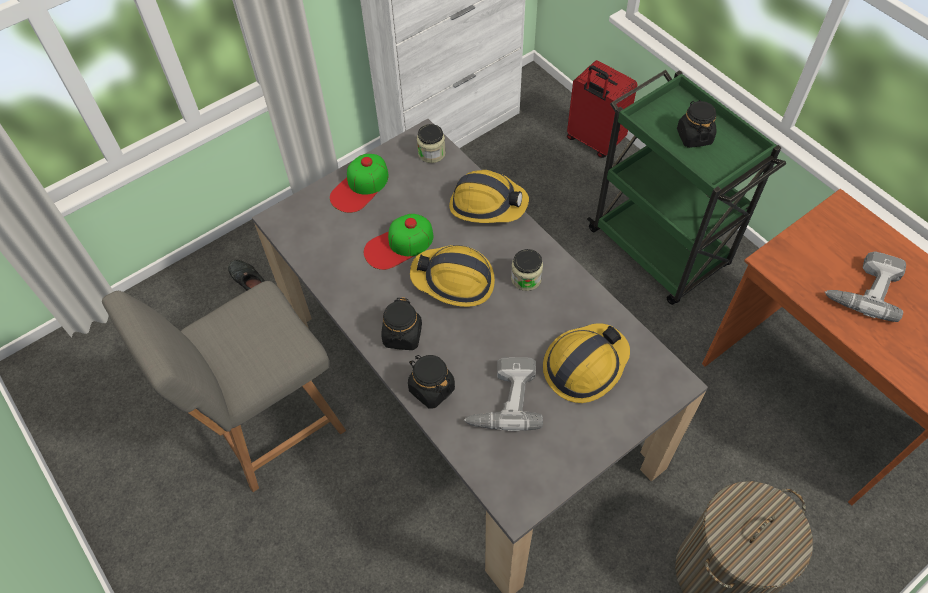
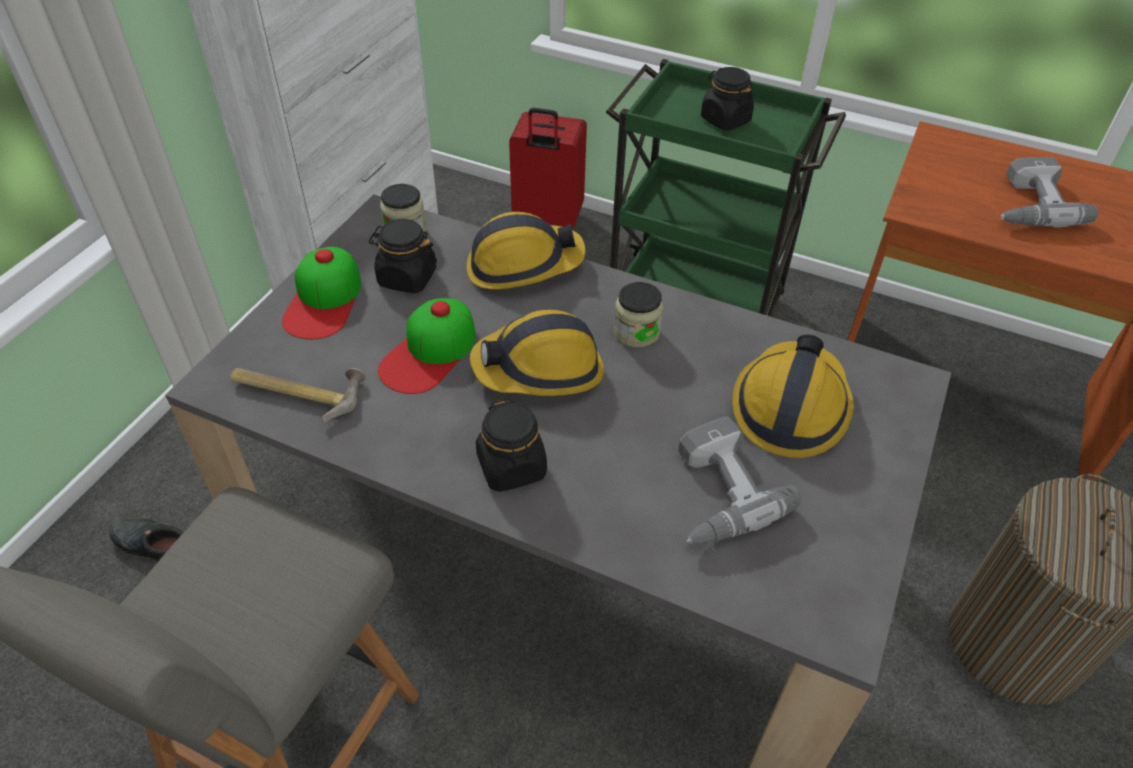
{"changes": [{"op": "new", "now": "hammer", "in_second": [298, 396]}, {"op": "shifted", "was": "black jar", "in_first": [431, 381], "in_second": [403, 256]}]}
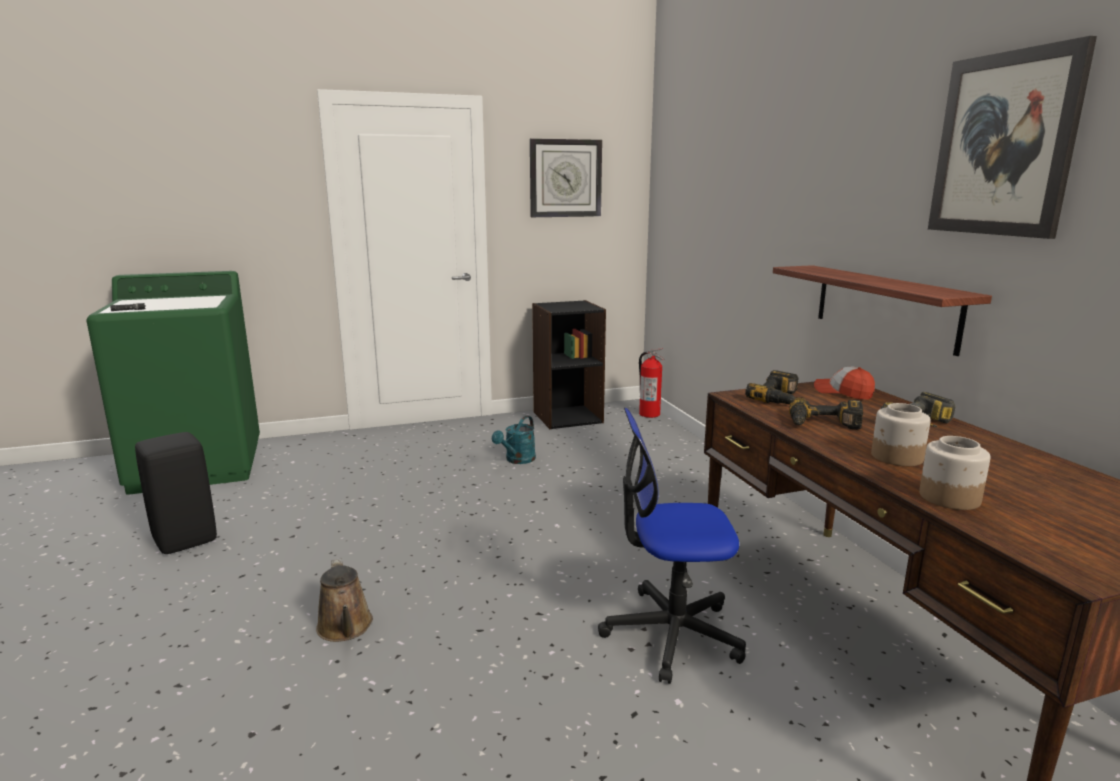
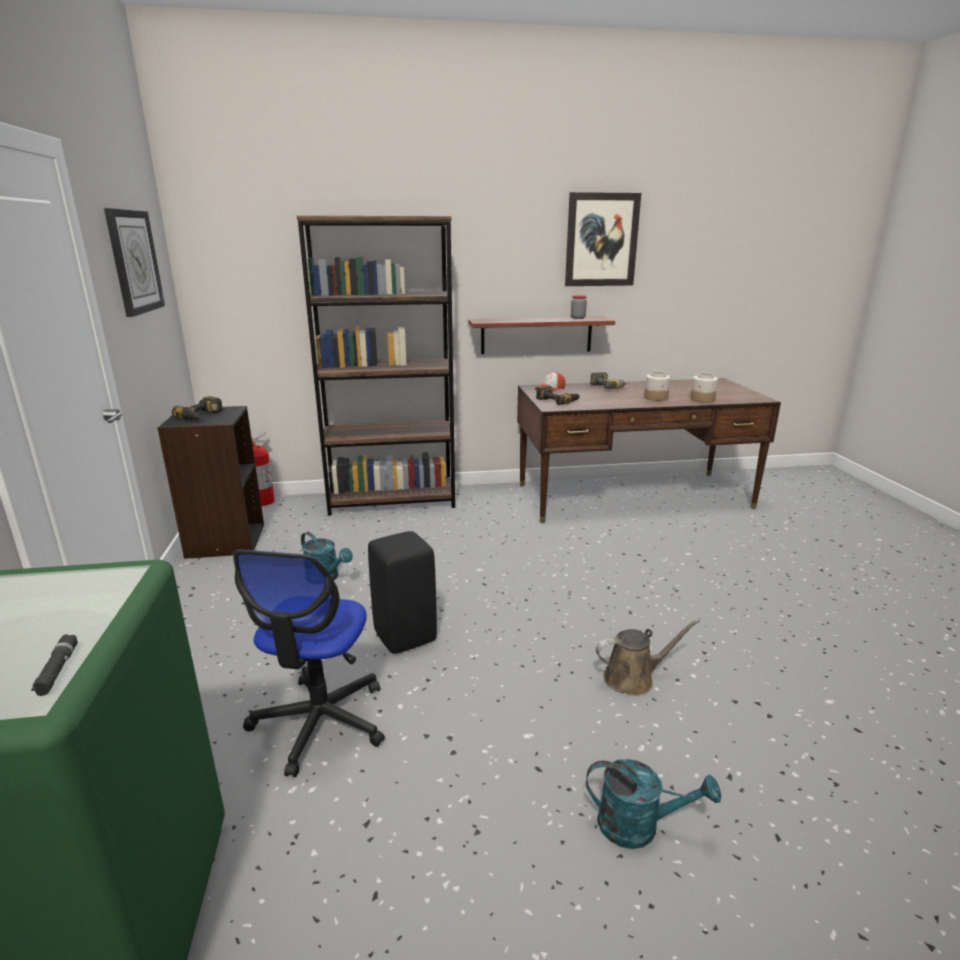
{"changes": [{"op": "new", "now": "brown bookshelf", "in_second": [376, 366]}, {"op": "new", "now": "jar", "in_second": [579, 307]}, {"op": "new", "now": "turquoise-coloured sprinkling can", "in_second": [653, 804]}, {"op": "shifted", "was": "black stool", "in_first": [176, 493], "in_second": [402, 592]}, {"op": "shifted", "was": "computer chair", "in_first": [672, 546], "in_second": [309, 663]}, {"op": "shifted", "was": "drill", "in_first": [826, 413], "in_second": [197, 408]}]}
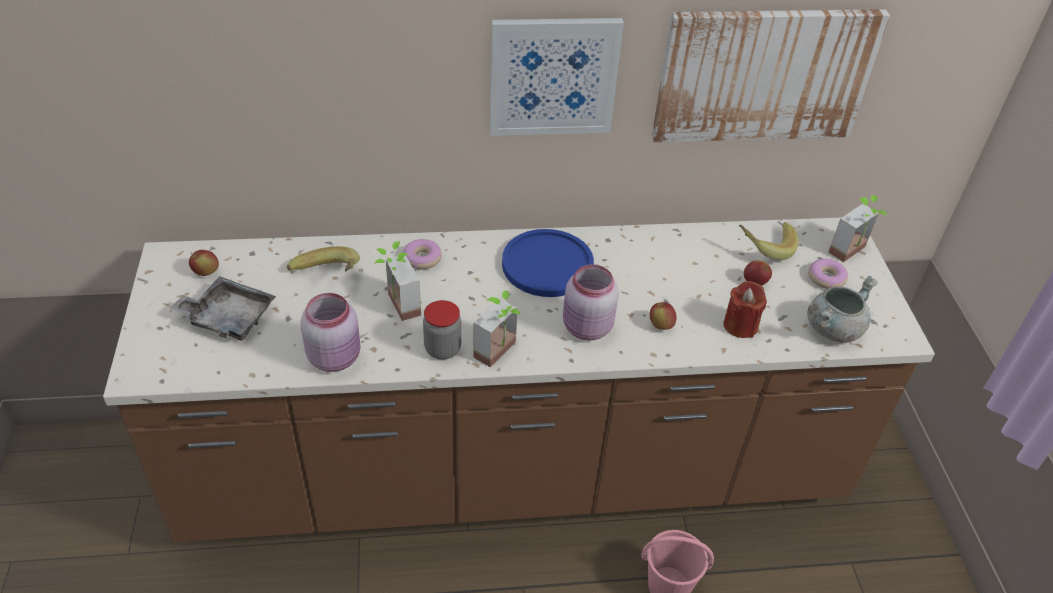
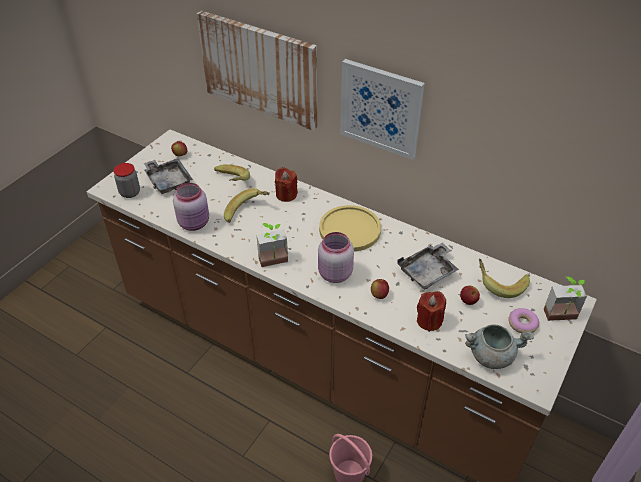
{"changes": [{"op": "new", "now": "gray serving tray", "in_second": [428, 265]}, {"op": "shifted", "was": "jar", "in_first": [442, 330], "in_second": [126, 180]}, {"op": "shifted", "was": "wall art", "in_first": [771, 75], "in_second": [257, 71]}, {"op": "swapped", "was": "potted plant", "now": "banana", "in_first": [397, 281], "in_second": [247, 205]}, {"op": "swapped", "was": "donut", "now": "red-coloured wax light", "in_first": [422, 254], "in_second": [286, 184]}, {"op": "repainted", "was": "bluish dinner plate", "now": "yellow dinner plate", "in_first": [548, 263], "in_second": [350, 228]}]}
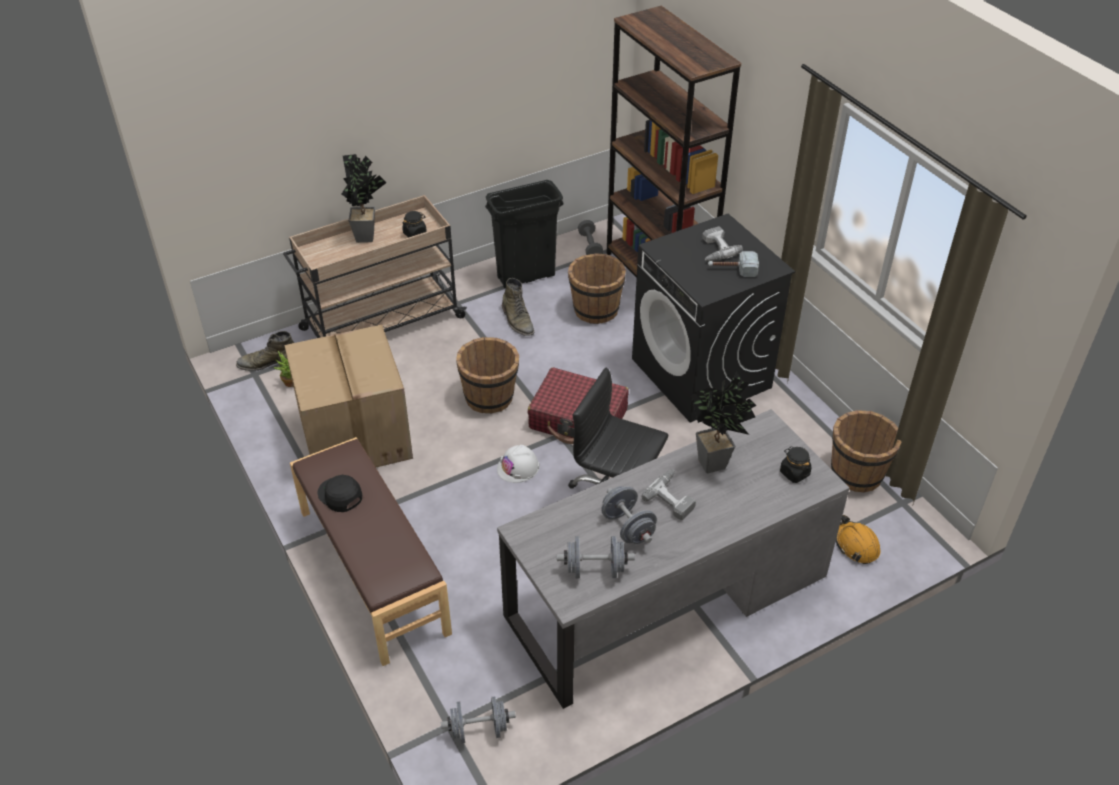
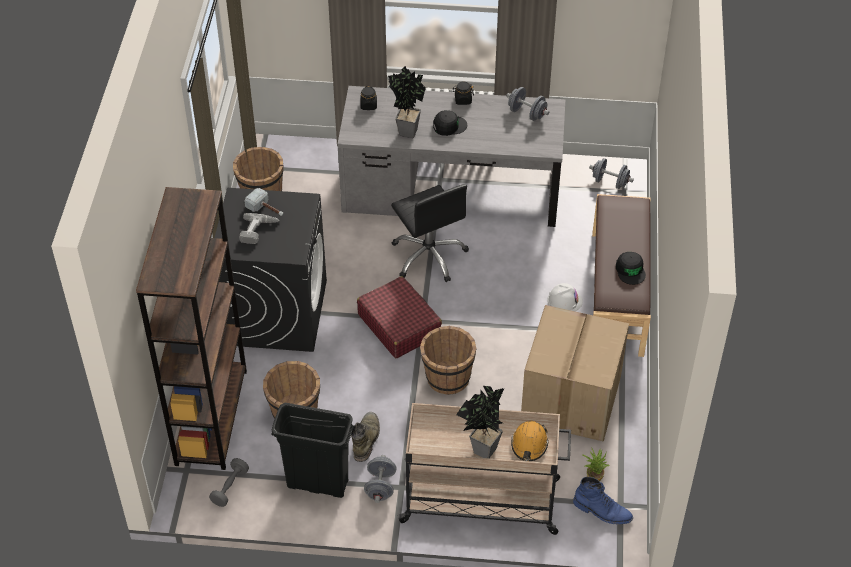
{"changes": [{"op": "shifted", "was": "black jar", "in_first": [414, 224], "in_second": [463, 93]}, {"op": "shifted", "was": "white work helmet", "in_first": [518, 464], "in_second": [565, 297]}, {"op": "shifted", "was": "gray dumbbell", "in_first": [629, 515], "in_second": [380, 479]}, {"op": "shifted", "was": "orangey work helmet", "in_first": [858, 539], "in_second": [530, 441]}, {"op": "swapped", "was": "drill", "now": "black peaked cap", "in_first": [668, 495], "in_second": [450, 123]}, {"op": "repainted", "was": "green-coloured high-top boot", "now": "bluish high-top boot", "in_first": [265, 351], "in_second": [603, 500]}]}
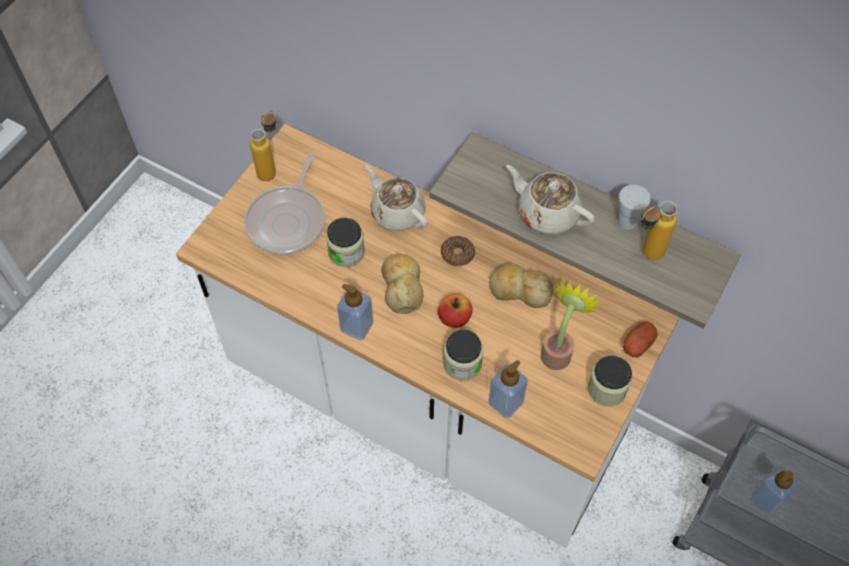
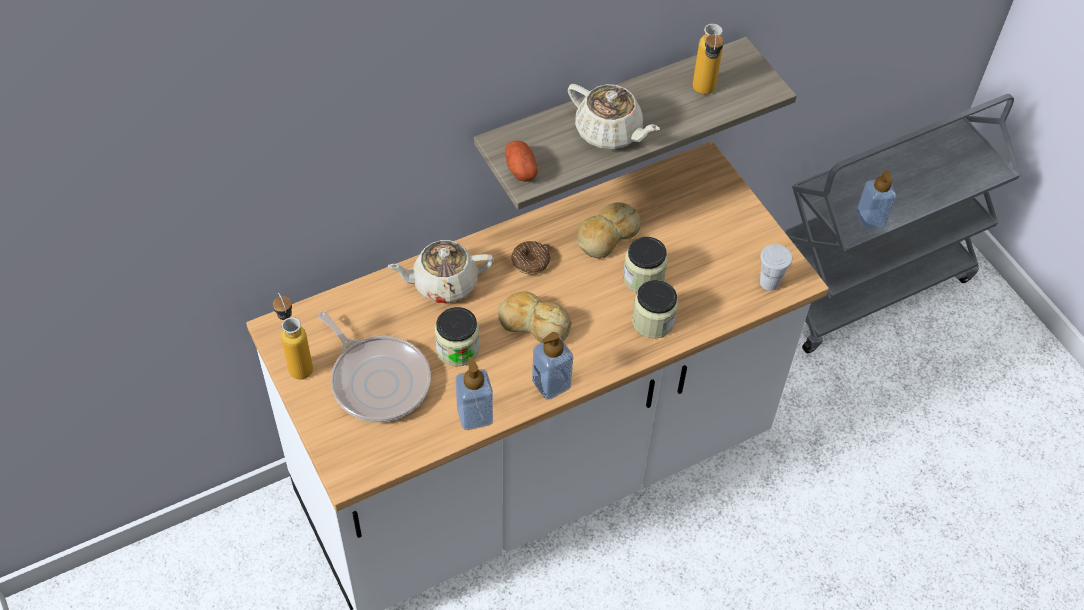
{"changes": [{"op": "gone", "was": "apple", "in_first": [455, 311]}, {"op": "gone", "was": "potted plant", "in_first": [571, 324]}, {"op": "shifted", "was": "soap dispenser", "in_first": [508, 389], "in_second": [474, 393]}, {"op": "shifted", "was": "jar", "in_first": [610, 381], "in_second": [645, 265]}, {"op": "shifted", "was": "white small cup", "in_first": [634, 207], "in_second": [776, 267]}, {"op": "shifted", "was": "potato", "in_first": [640, 339], "in_second": [521, 161]}, {"op": "rotated", "was": "beige tea pot", "in_first": [550, 199], "in_second": [614, 117], "clockwise": -120}]}
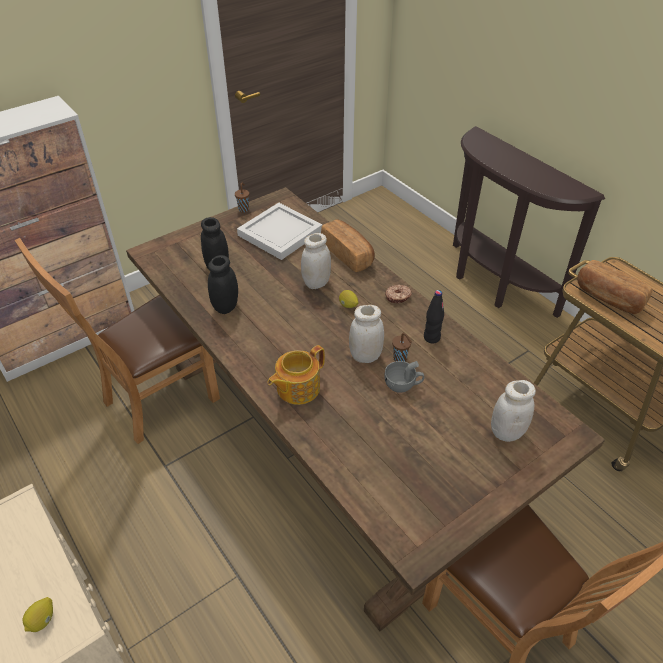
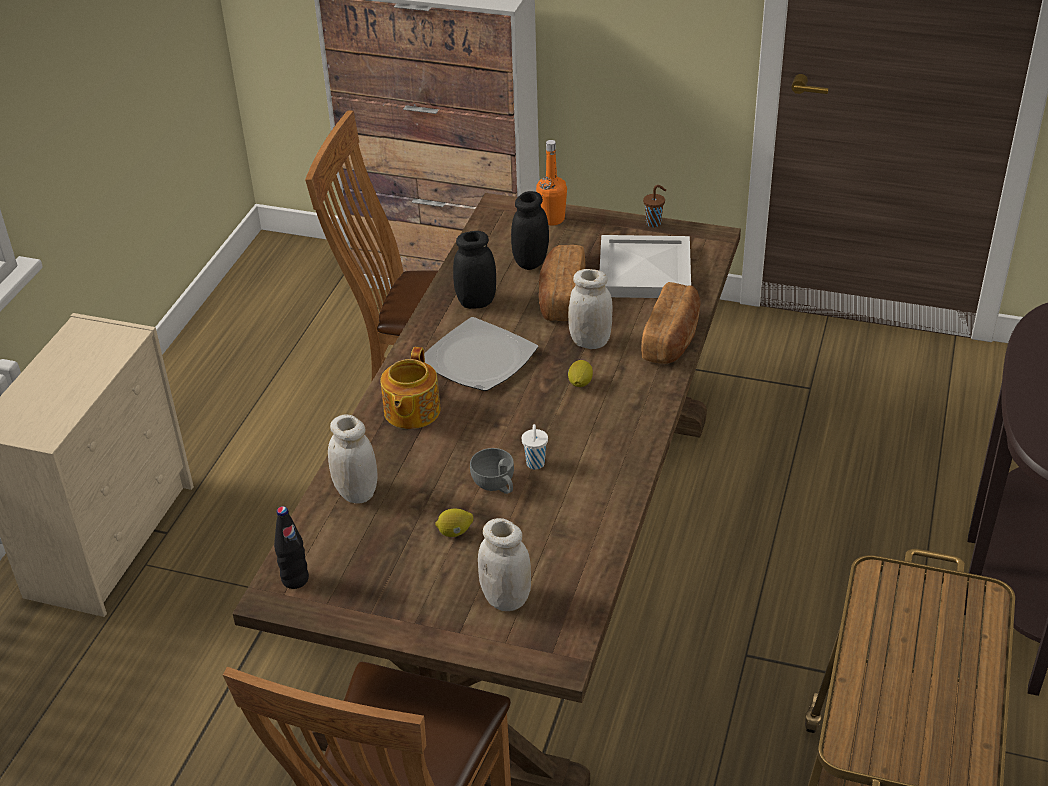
{"changes": [{"op": "gone", "was": "donut", "in_first": [398, 294]}, {"op": "new", "now": "dinner plate", "in_second": [481, 354]}, {"op": "new", "now": "orangey drink bottle", "in_second": [551, 182]}, {"op": "shifted", "was": "citrus fruit", "in_first": [37, 614], "in_second": [454, 523]}, {"op": "shifted", "was": "white jar", "in_first": [366, 334], "in_second": [353, 459]}, {"op": "shifted", "was": "black drink bottle", "in_first": [434, 317], "in_second": [291, 547]}, {"op": "shifted", "was": "baked bread", "in_first": [615, 287], "in_second": [562, 283]}, {"op": "repainted", "was": "brown small cup", "now": "white small cup", "in_first": [402, 347], "in_second": [535, 447]}, {"op": "rotated", "was": "tea pot", "in_first": [296, 375], "in_second": [411, 388], "clockwise": -90}]}
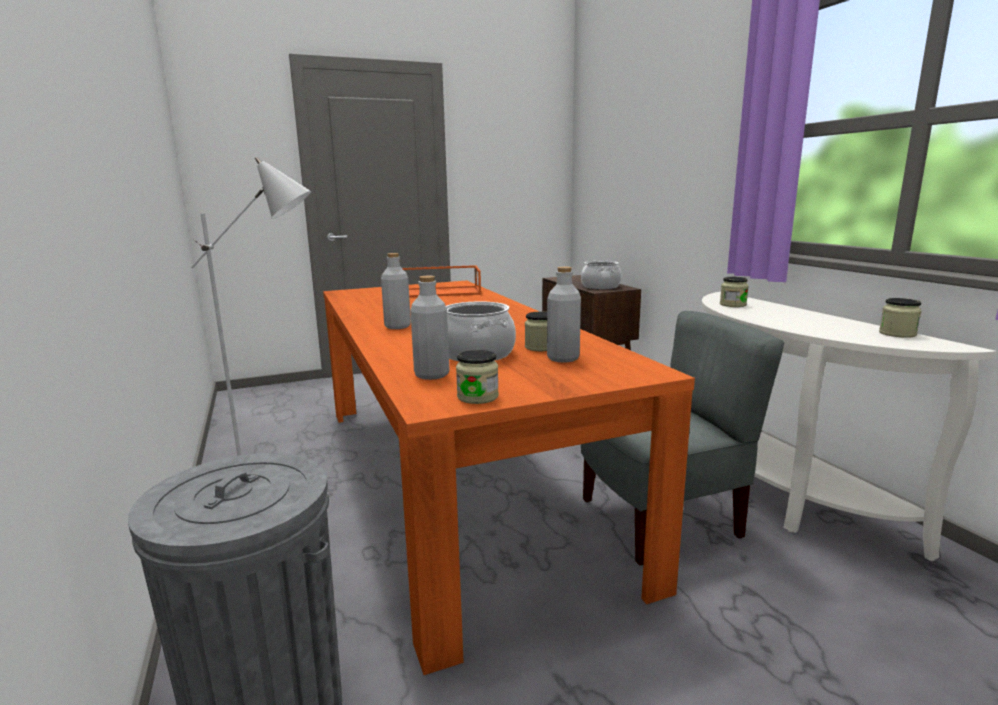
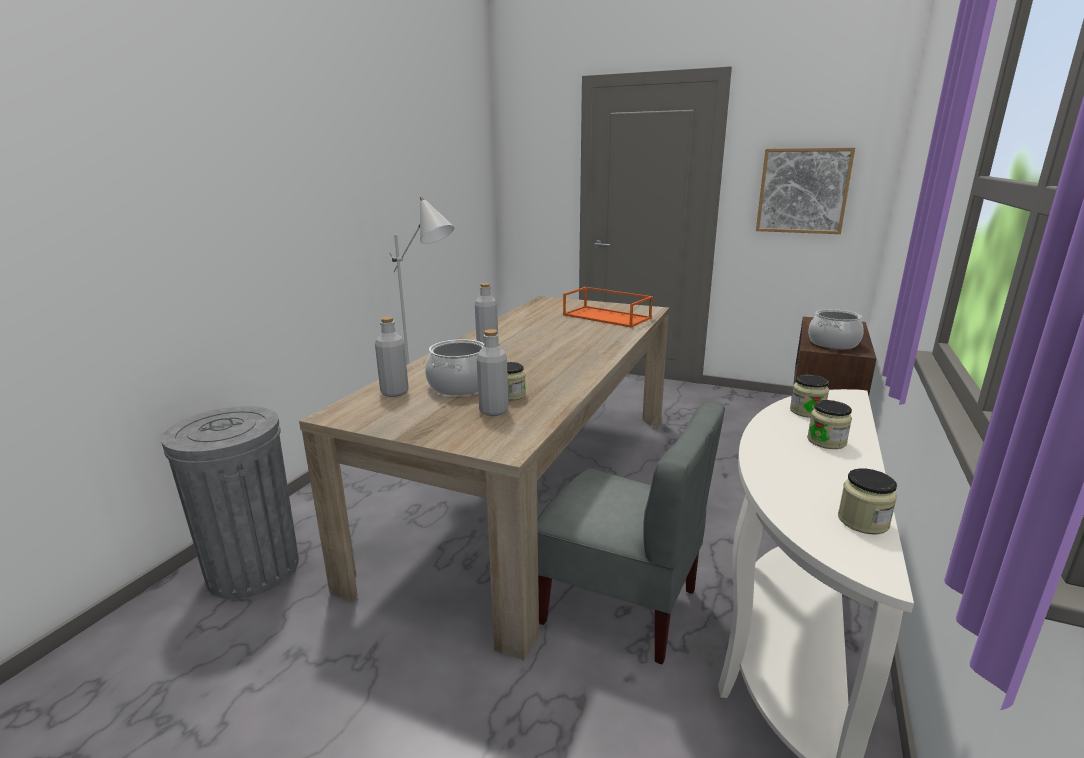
{"changes": [{"op": "new", "now": "wall art", "in_second": [805, 191]}, {"op": "shifted", "was": "jar", "in_first": [477, 377], "in_second": [829, 424]}, {"op": "repainted", "was": "orangey dining table", "now": "beige dining table", "in_first": [509, 477], "in_second": [484, 478]}]}
